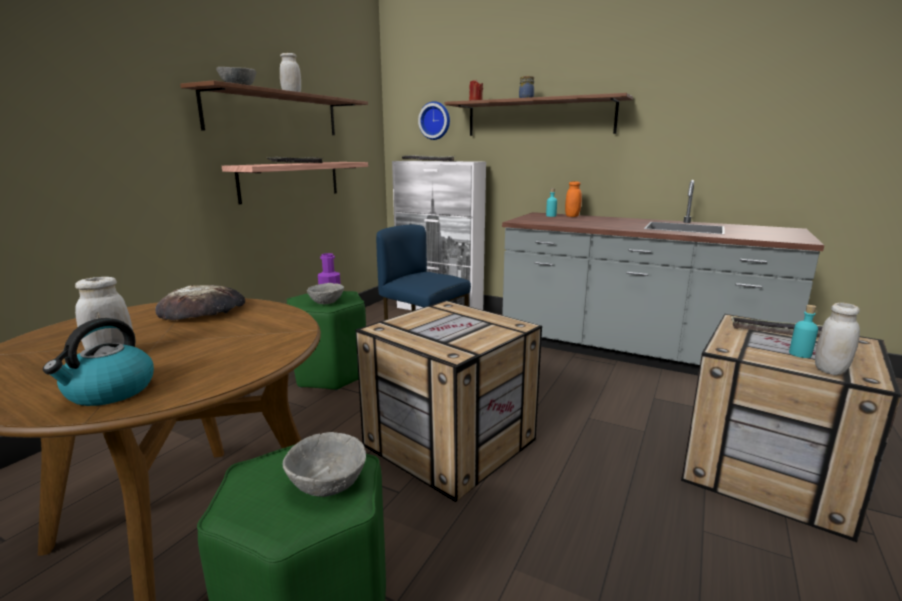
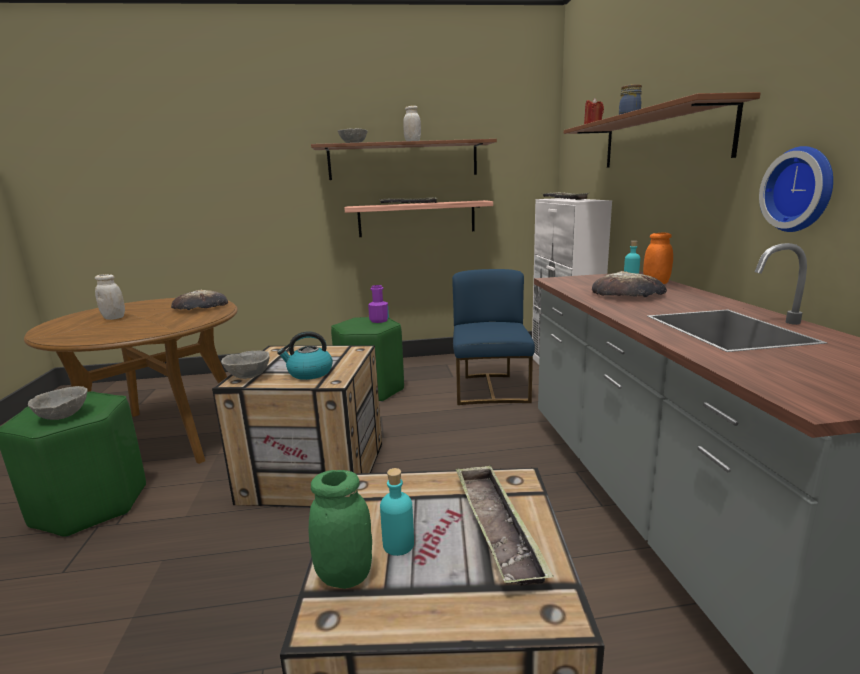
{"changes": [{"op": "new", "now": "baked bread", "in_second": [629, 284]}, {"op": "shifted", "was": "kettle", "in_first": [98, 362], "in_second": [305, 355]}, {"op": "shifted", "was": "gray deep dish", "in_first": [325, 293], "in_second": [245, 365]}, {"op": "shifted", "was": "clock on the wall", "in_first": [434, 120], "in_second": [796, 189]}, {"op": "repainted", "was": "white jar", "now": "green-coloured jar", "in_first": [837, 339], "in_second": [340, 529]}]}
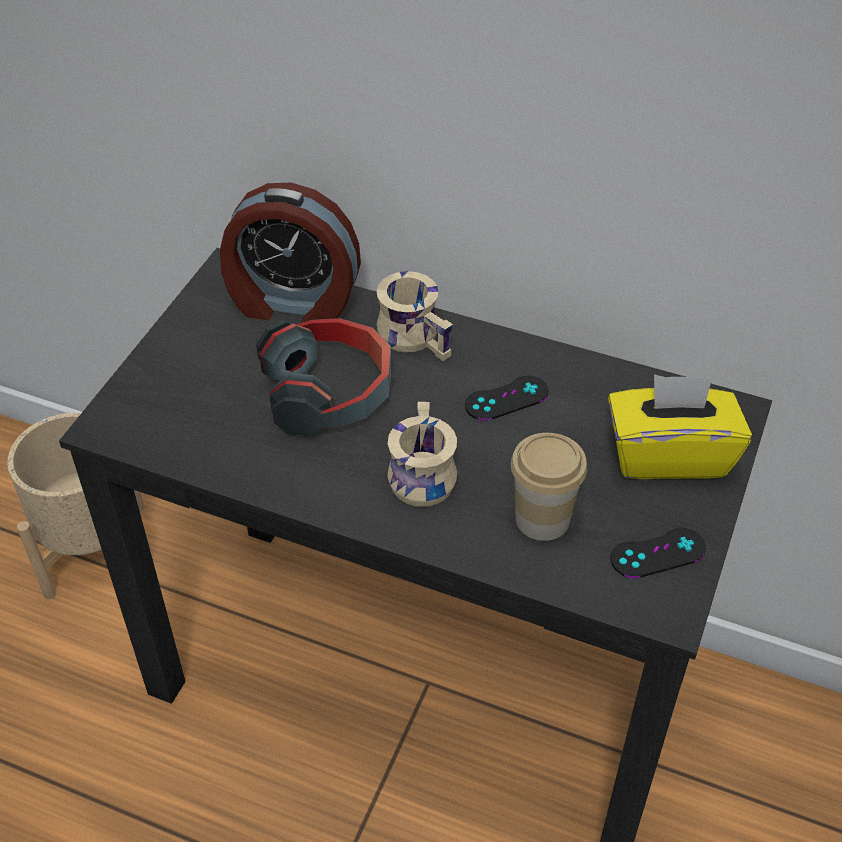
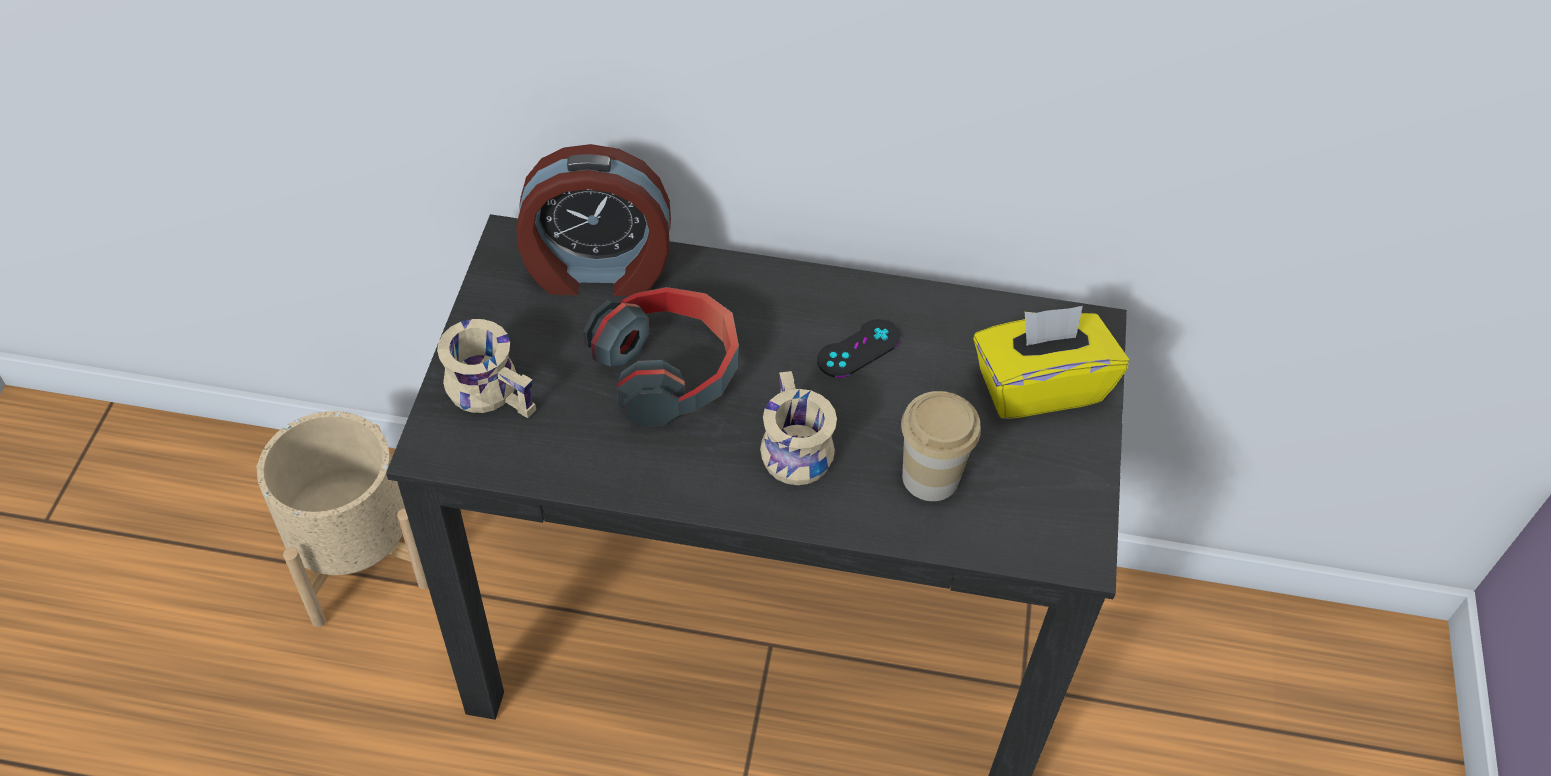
{"changes": [{"op": "gone", "was": "black game controller", "in_first": [658, 553]}, {"op": "shifted", "was": "beige mug", "in_first": [415, 316], "in_second": [486, 368]}]}
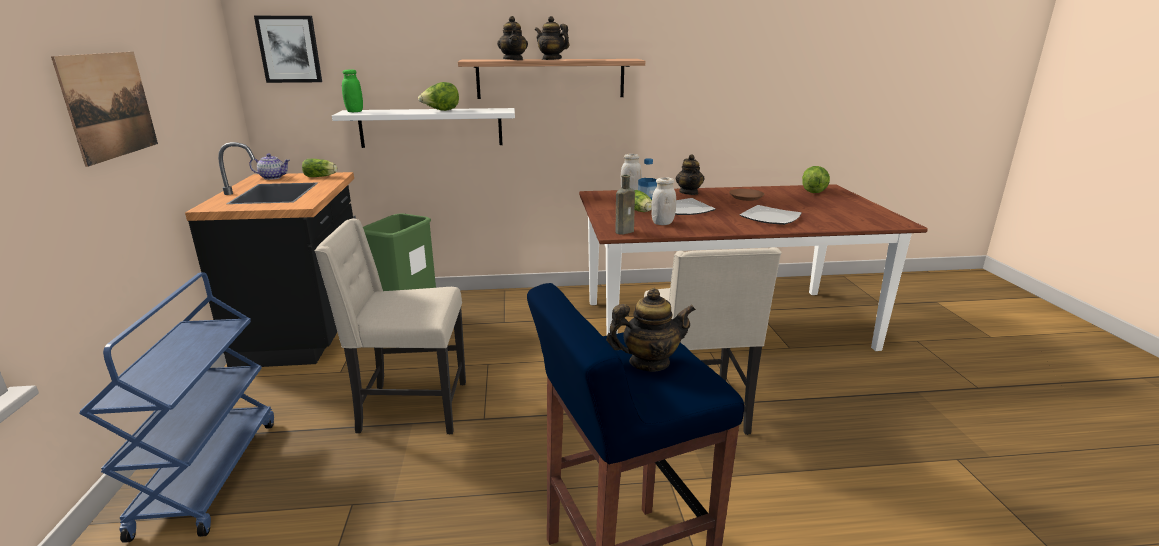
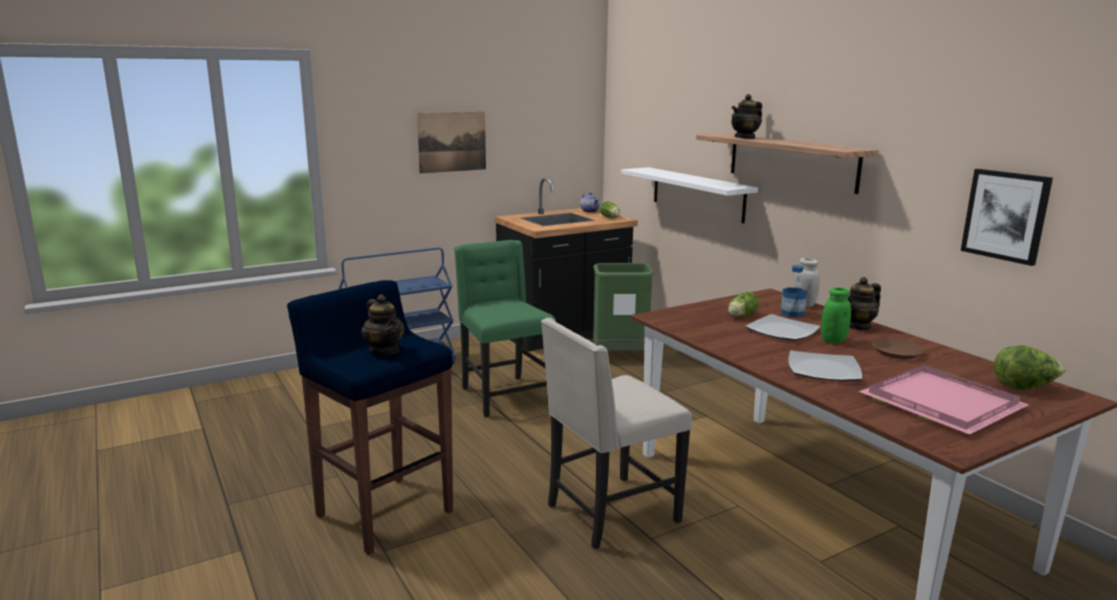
{"changes": [{"op": "gone", "was": "lettuce head", "in_first": [438, 96]}, {"op": "gone", "was": "tea pot", "in_first": [552, 38]}, {"op": "gone", "was": "brown drink bottle", "in_first": [625, 205]}, {"op": "gone", "was": "white jar", "in_first": [663, 201]}, {"op": "new", "now": "pink-coloured serving tray", "in_second": [944, 400]}, {"op": "shifted", "was": "wall art", "in_first": [288, 49], "in_second": [1007, 217]}, {"op": "shifted", "was": "green-coloured jar", "in_first": [352, 91], "in_second": [836, 316]}, {"op": "repainted", "was": "beige chair", "now": "green-coloured chair", "in_first": [390, 326], "in_second": [505, 328]}]}
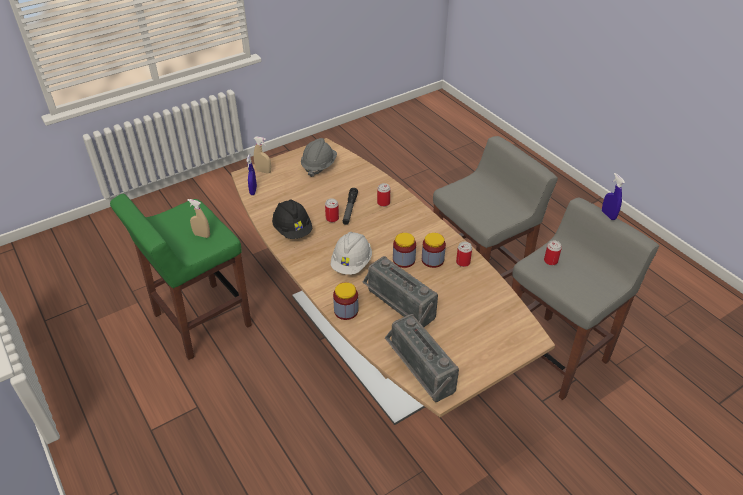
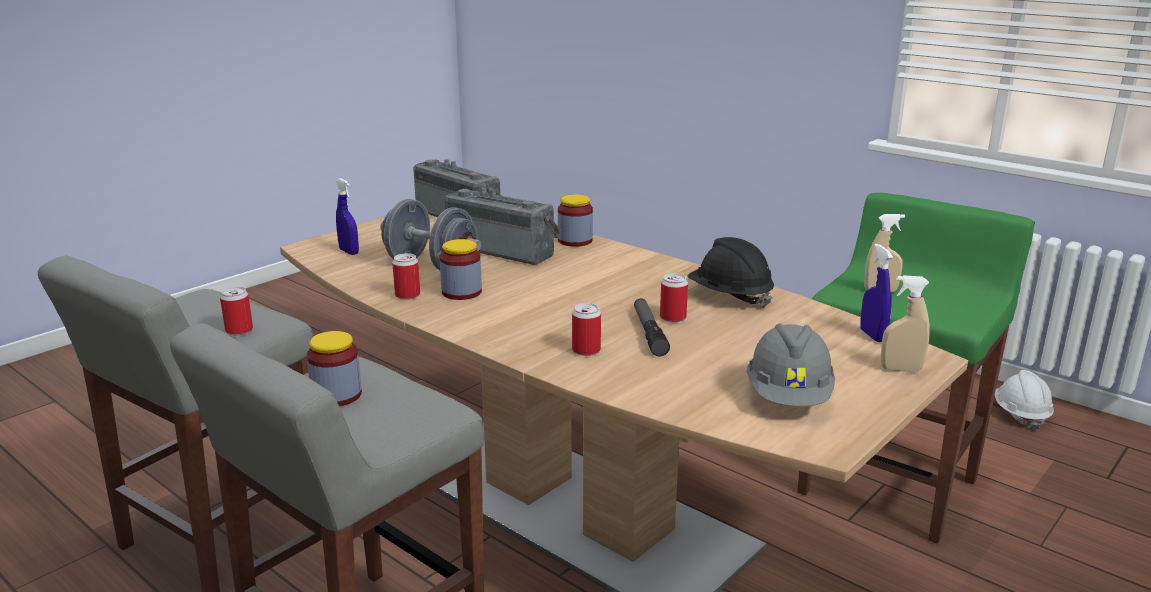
{"changes": [{"op": "new", "now": "gray dumbbell", "in_second": [430, 234]}, {"op": "shifted", "was": "white work helmet", "in_first": [351, 253], "in_second": [1024, 400]}, {"op": "shifted", "was": "jar", "in_first": [404, 250], "in_second": [334, 368]}, {"op": "shifted", "was": "bluish spray bottle", "in_first": [613, 196], "in_second": [347, 216]}]}
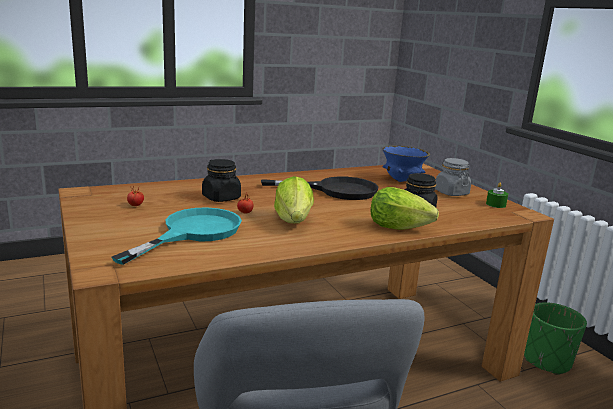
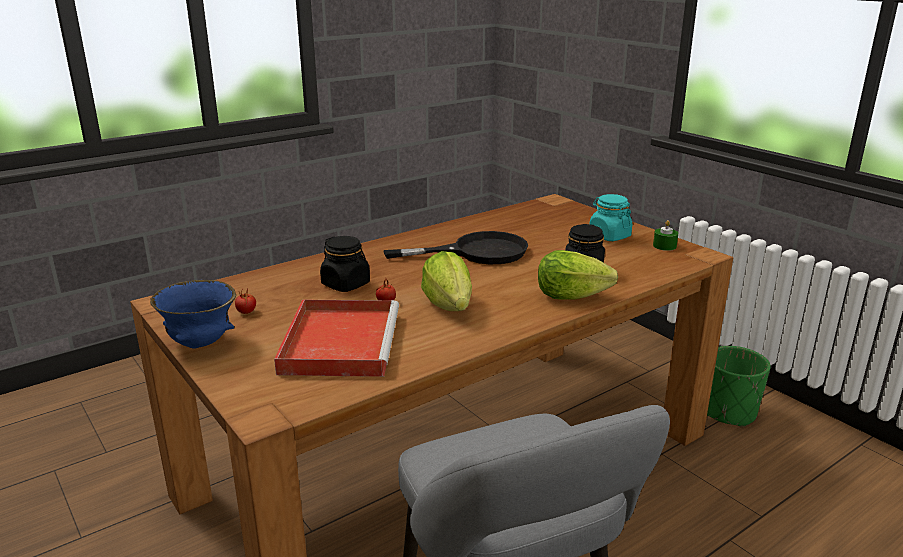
{"changes": [{"op": "shifted", "was": "bluish deep dish", "in_first": [406, 164], "in_second": [193, 314]}, {"op": "swapped", "was": "turquoise-coloured pan", "now": "red-coloured serving tray", "in_first": [177, 236], "in_second": [336, 338]}, {"op": "repainted", "was": "gray jar", "now": "turquoise-coloured jar", "in_first": [453, 177], "in_second": [611, 217]}]}
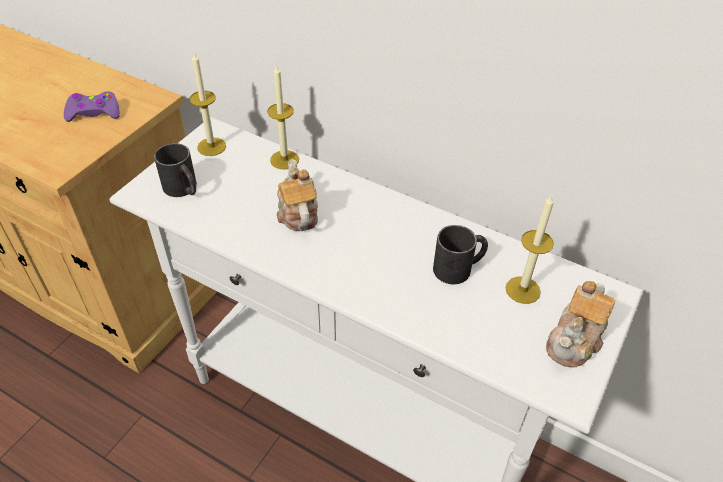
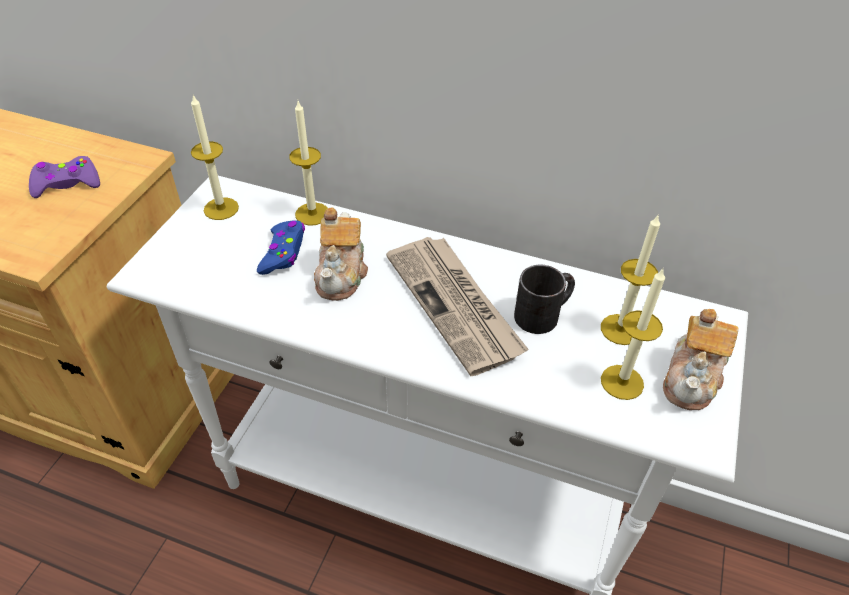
{"changes": [{"op": "gone", "was": "black mug", "in_first": [175, 170]}, {"op": "new", "now": "bluish game controller", "in_second": [281, 247]}, {"op": "new", "now": "printed paper", "in_second": [457, 306]}, {"op": "new", "now": "wax light", "in_second": [633, 334]}, {"op": "rotated", "was": "tea pot", "in_first": [297, 195], "in_second": [341, 254], "clockwise": -150}]}
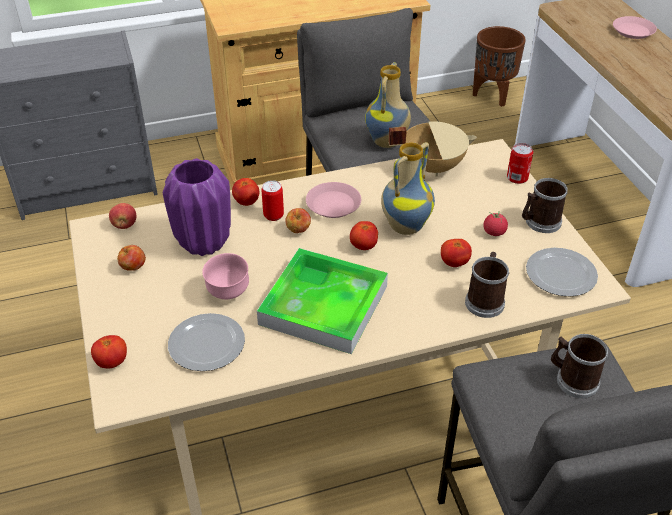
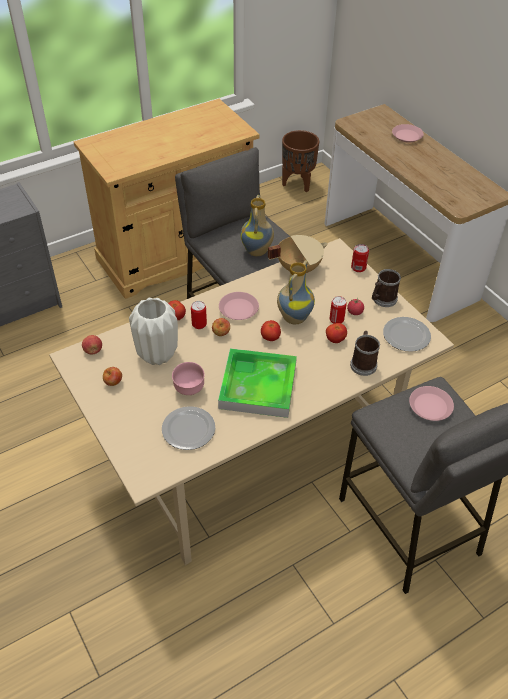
{"changes": [{"op": "gone", "was": "fresh tomato", "in_first": [109, 352]}, {"op": "new", "now": "metal can", "in_second": [338, 310]}, {"op": "swapped", "was": "mug", "now": "pink-coloured dinner plate", "in_first": [579, 366], "in_second": [431, 403]}, {"op": "repainted", "was": "purple decorative vase", "now": "white decorative vase", "in_first": [197, 207], "in_second": [153, 331]}]}
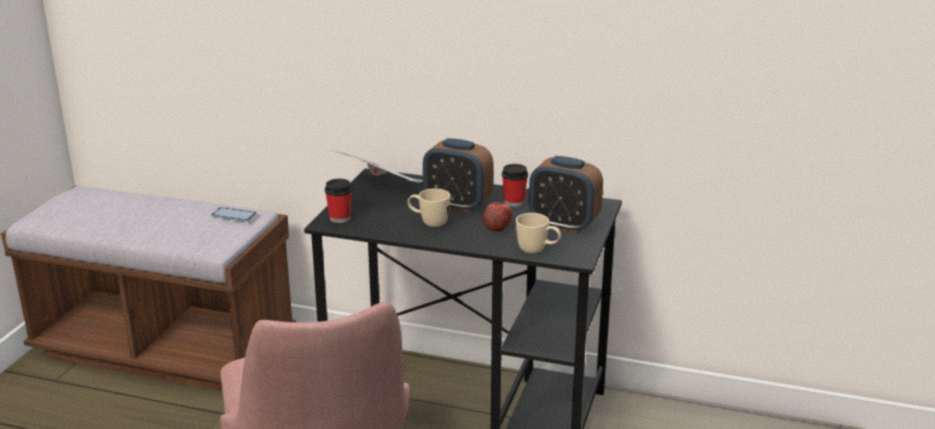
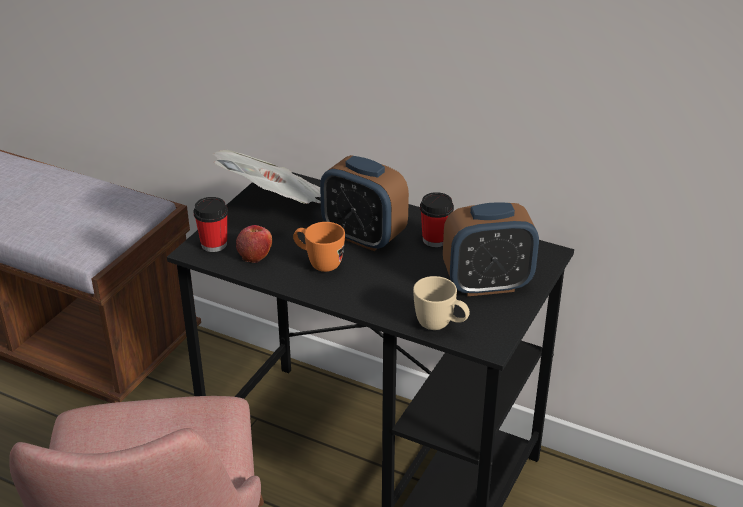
{"changes": [{"op": "gone", "was": "phone", "in_first": [234, 214]}, {"op": "shifted", "was": "apple", "in_first": [497, 217], "in_second": [254, 244]}, {"op": "repainted", "was": "beige mug", "now": "orangey mug", "in_first": [429, 207], "in_second": [319, 247]}, {"op": "rotated", "was": "alarm clock", "in_first": [566, 195], "in_second": [491, 249], "clockwise": -45}]}
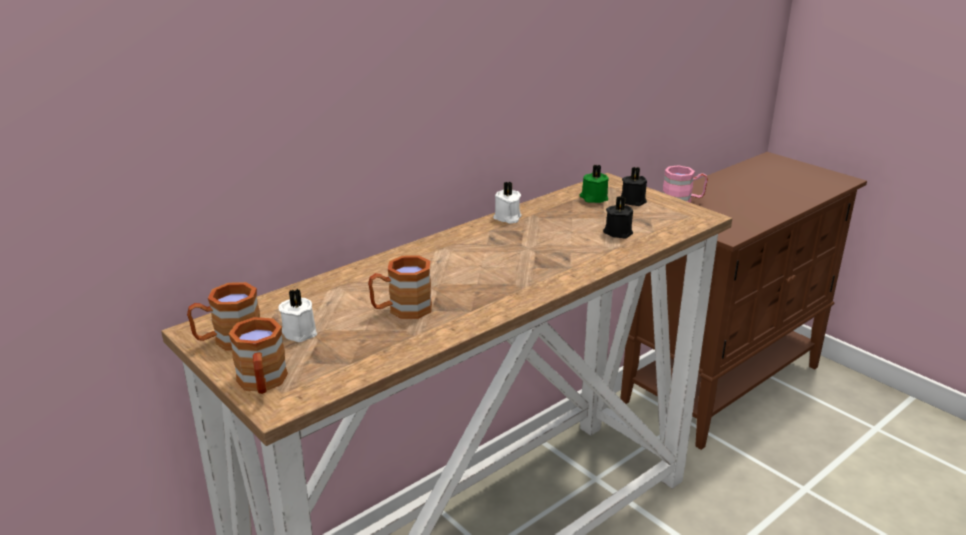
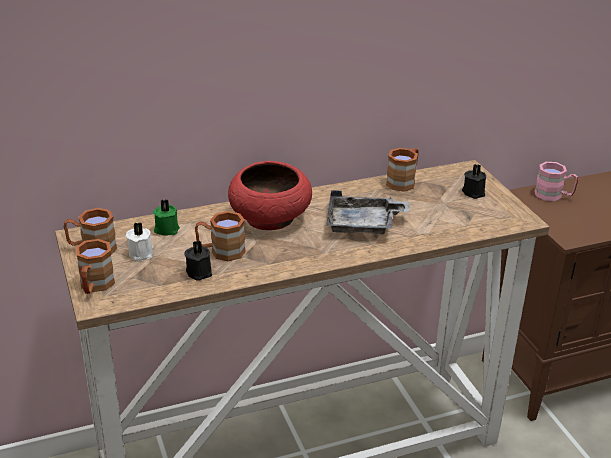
{"changes": [{"op": "gone", "was": "white wax light", "in_first": [507, 203]}, {"op": "new", "now": "red-coloured deep dish", "in_second": [270, 195]}, {"op": "new", "now": "gray serving tray", "in_second": [368, 212]}, {"op": "new", "now": "brown mug", "in_second": [402, 170]}, {"op": "shifted", "was": "green-coloured wax light", "in_first": [594, 184], "in_second": [166, 217]}, {"op": "shifted", "was": "black wax light", "in_first": [618, 217], "in_second": [198, 261]}]}
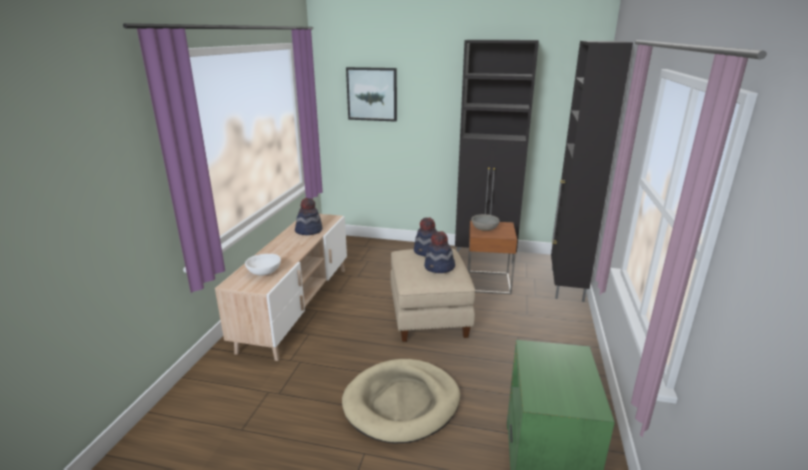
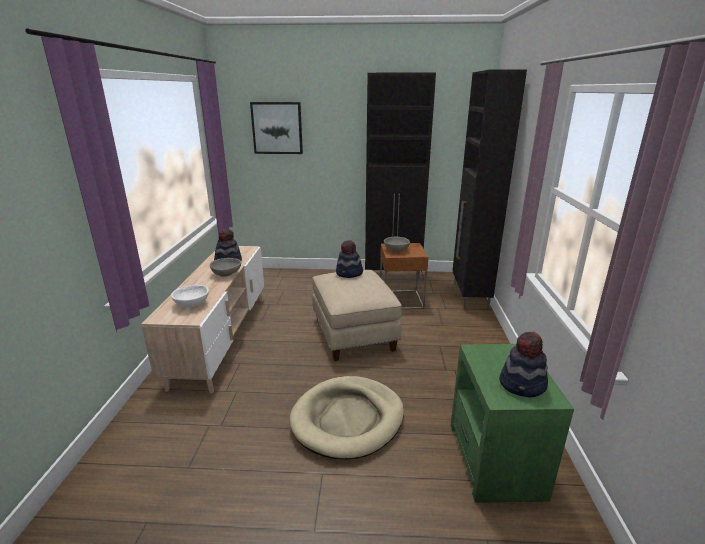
{"changes": [{"op": "new", "now": "gray deep dish", "in_second": [225, 267]}, {"op": "shifted", "was": "wearable hat", "in_first": [439, 252], "in_second": [523, 364]}]}
